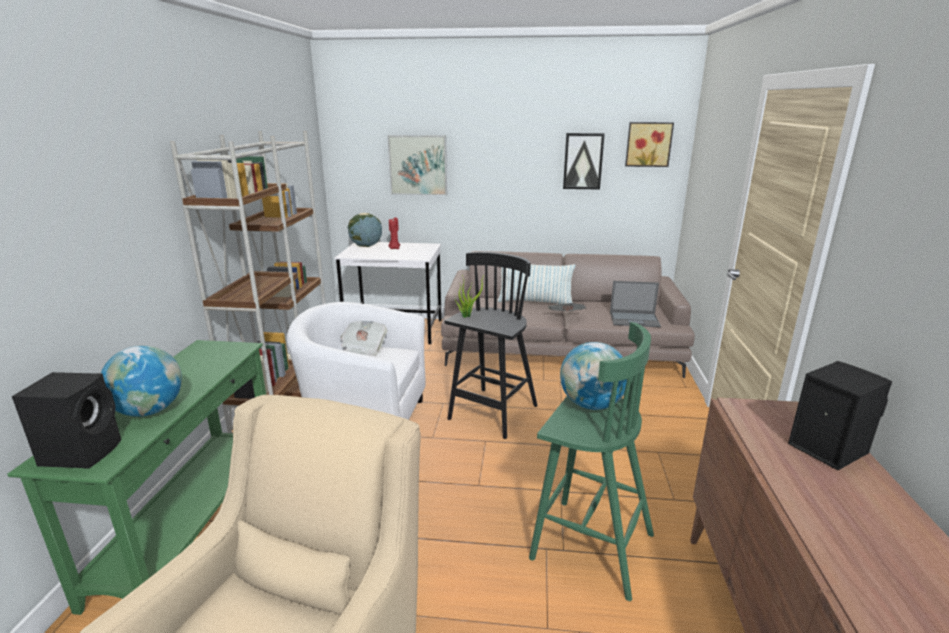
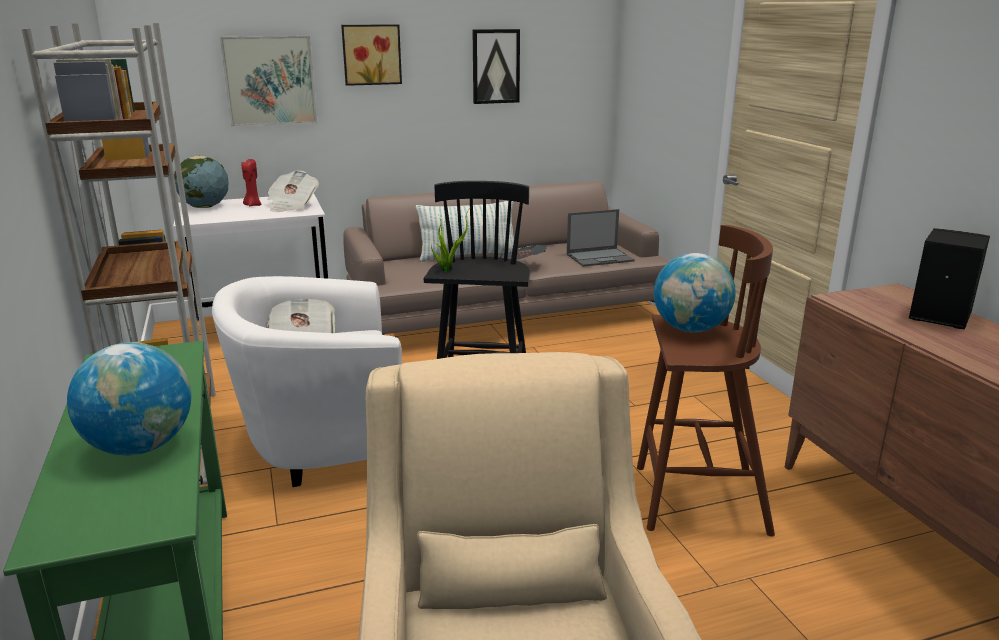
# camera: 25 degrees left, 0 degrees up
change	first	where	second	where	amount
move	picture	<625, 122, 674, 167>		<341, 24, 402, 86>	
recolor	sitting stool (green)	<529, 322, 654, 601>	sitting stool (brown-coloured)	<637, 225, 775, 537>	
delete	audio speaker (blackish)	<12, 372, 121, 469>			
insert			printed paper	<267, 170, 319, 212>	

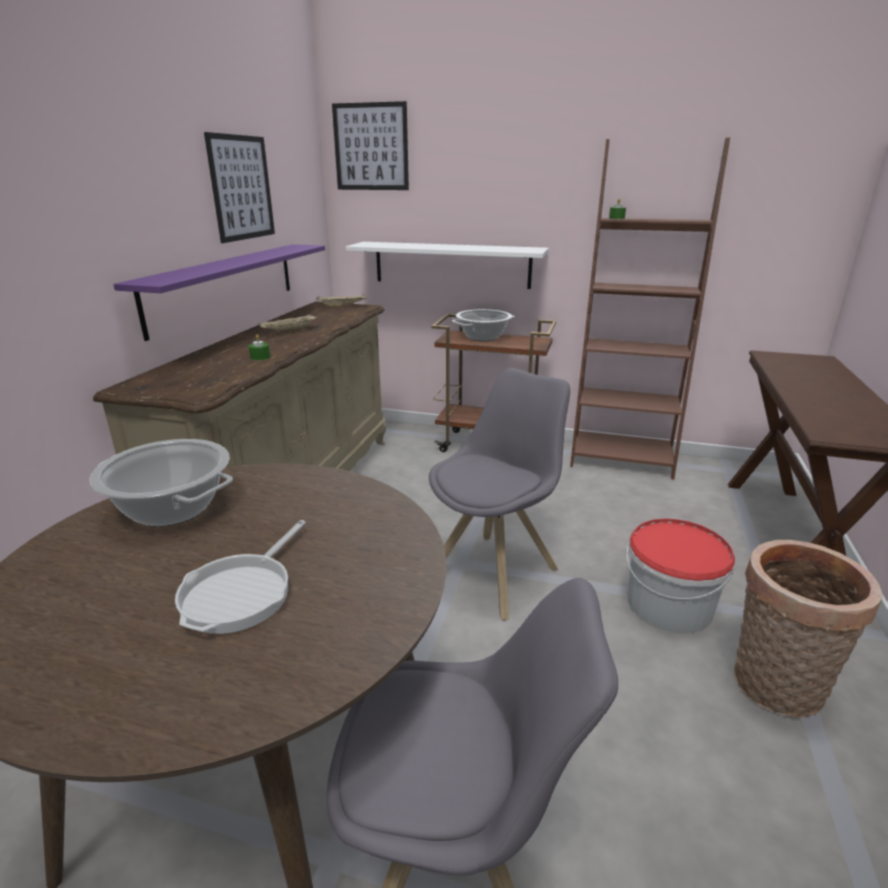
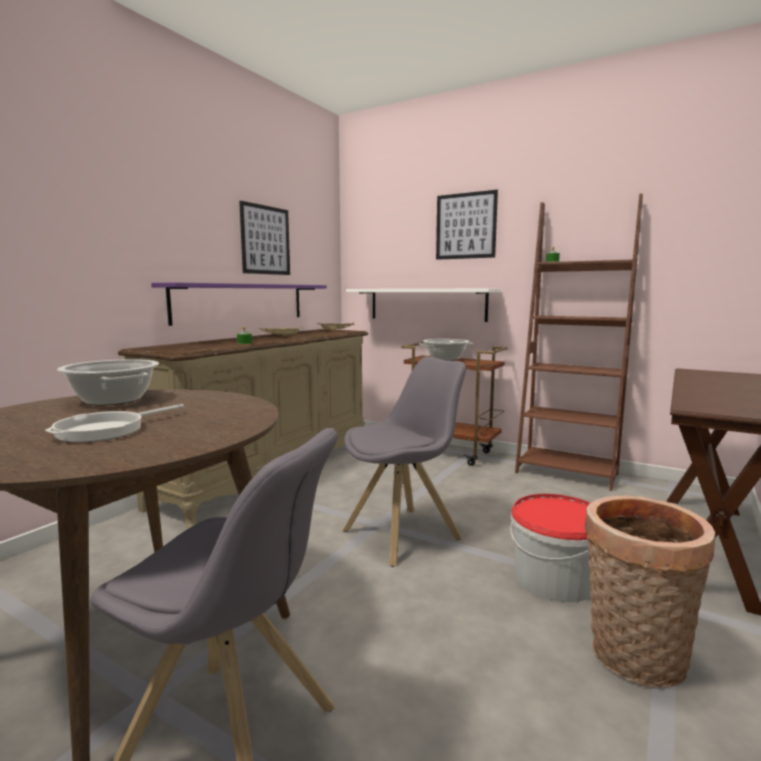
# camera: 15 degrees right, 15 degrees down
change	first	where	second	where	amount
move	picture	<332, 101, 409, 190>		<436, 190, 498, 260>	

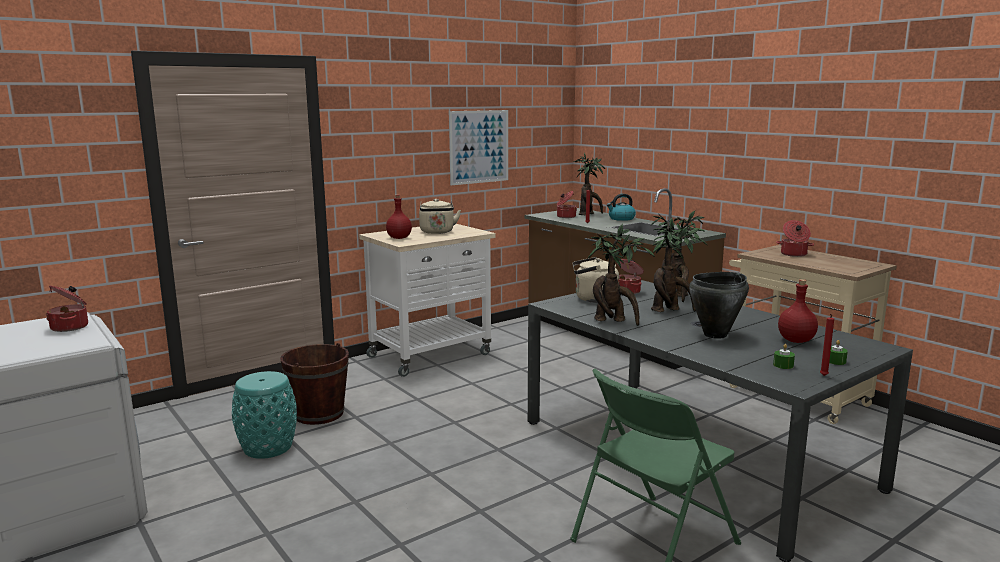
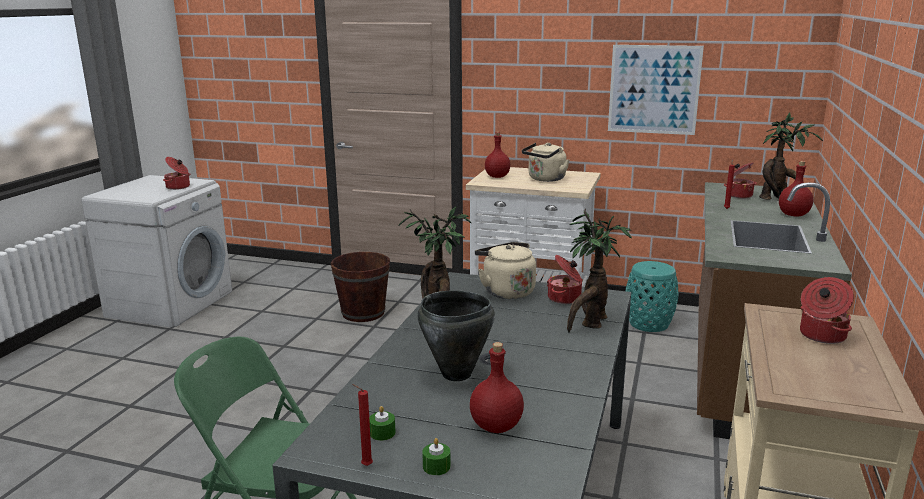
# camera: 55 degrees right, 5 degrees up
change	first	where	second	where	amount
replace	tea kettle	<607, 194, 636, 221>	bottle (reddish)	<779, 161, 813, 217>	
delete	potted plant	<651, 218, 708, 312>			
move	sitting stool (turquoise-coloured)	<232, 371, 297, 459>		<626, 261, 678, 332>	

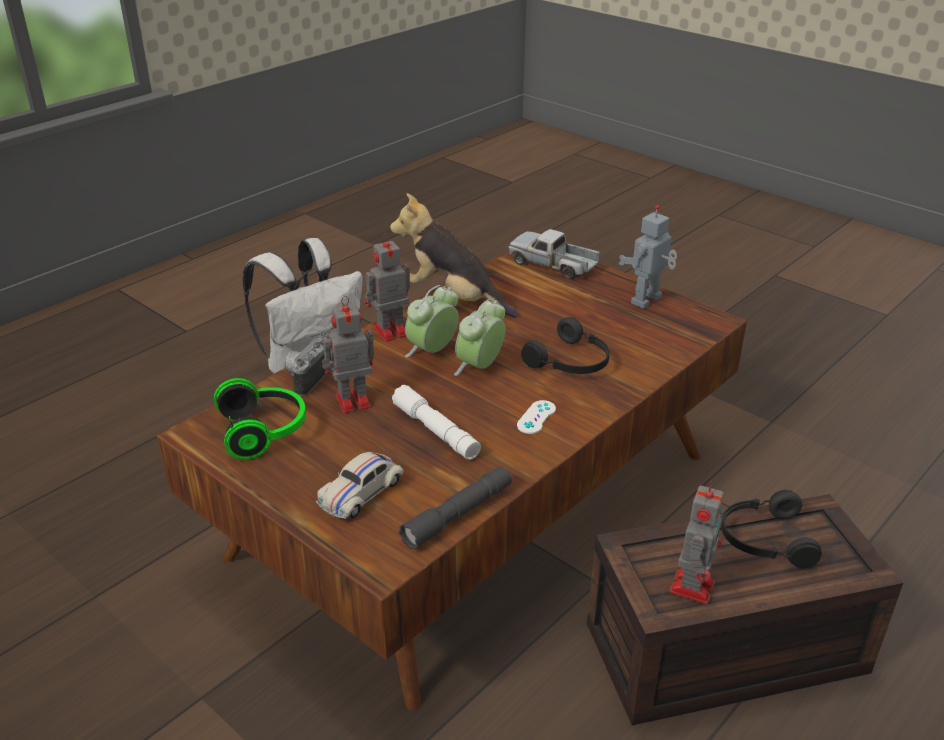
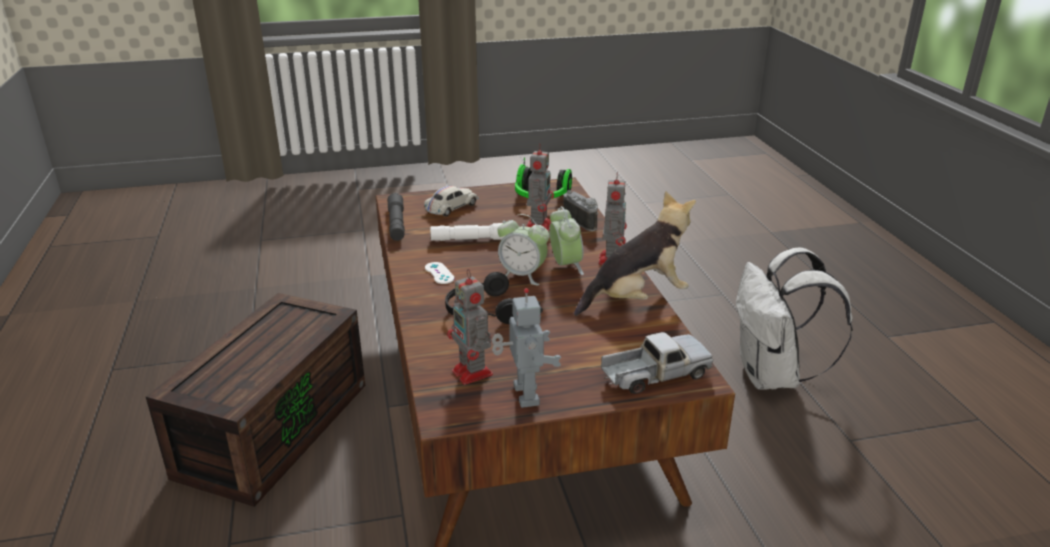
# camera: 125 degrees right, 5 degrees down
change	first	where	second	where	amount
rotate	table clock	<454, 299, 506, 376>		<497, 214, 550, 285>	135 degrees clockwise
rotate	miniature car (whitish)	<316, 452, 403, 519>		<424, 186, 479, 217>	60 degrees clockwise
move	toy robot	<670, 481, 724, 604>		<447, 269, 493, 385>	
delete	pair of headphones (blackish)	<721, 490, 821, 568>			

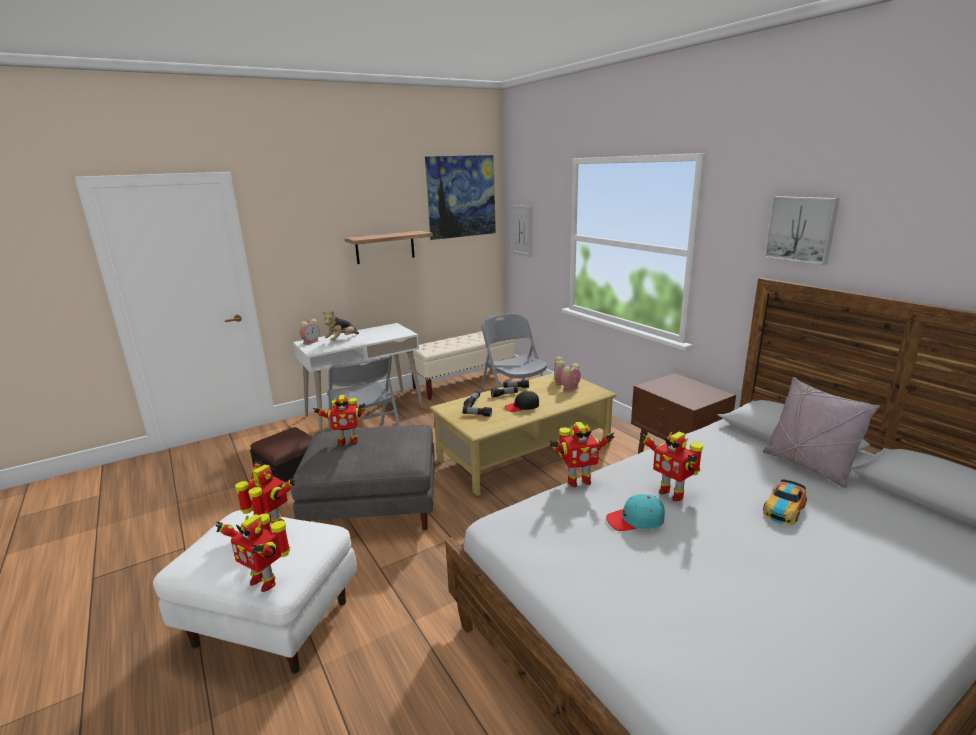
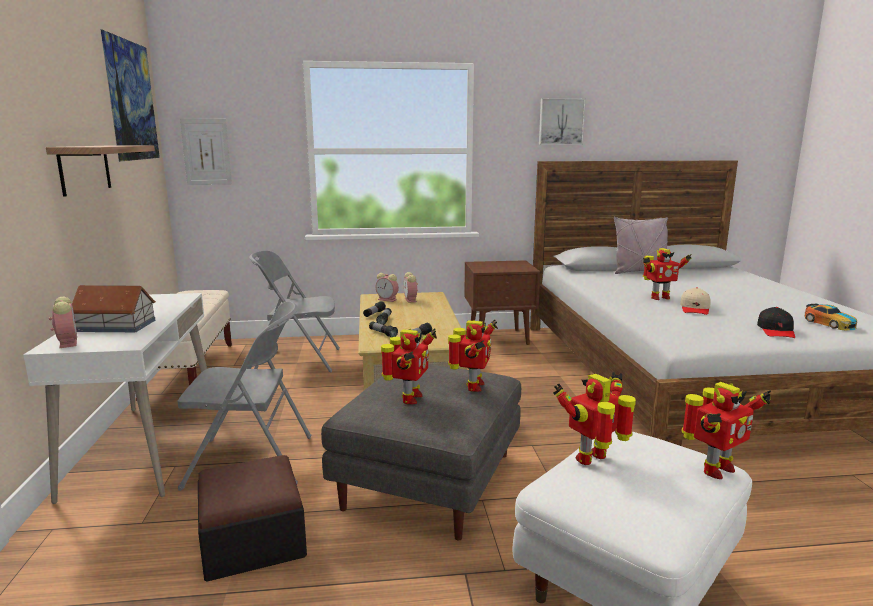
# camera: 65 degrees left, 5 degrees down
change	first	where	second	where	amount
replace	soft toy	<322, 311, 359, 341>	miniature house	<72, 285, 156, 332>	
move	peaked cap (blackish)	<505, 391, 539, 412>		<757, 307, 795, 338>	
move	toy robot	<549, 422, 615, 487>		<448, 319, 498, 392>	
move	miniature car	<763, 480, 807, 525>		<804, 304, 857, 330>	
recolor	peaked cap (turquoise-coloured)	<606, 494, 665, 531>	peaked cap (sand-coloured)	<680, 287, 711, 315>	

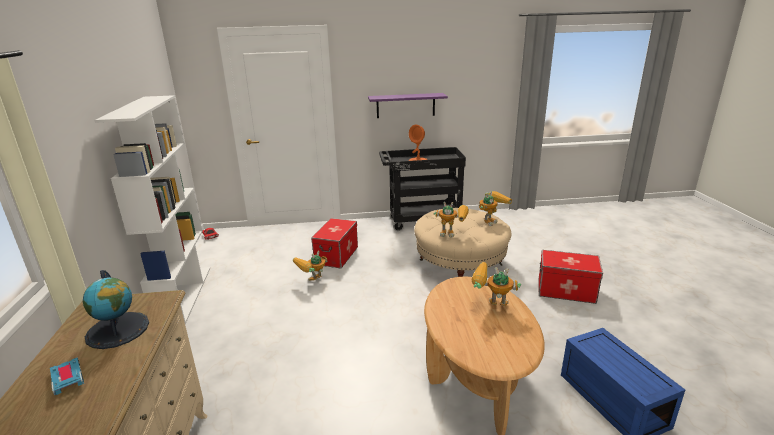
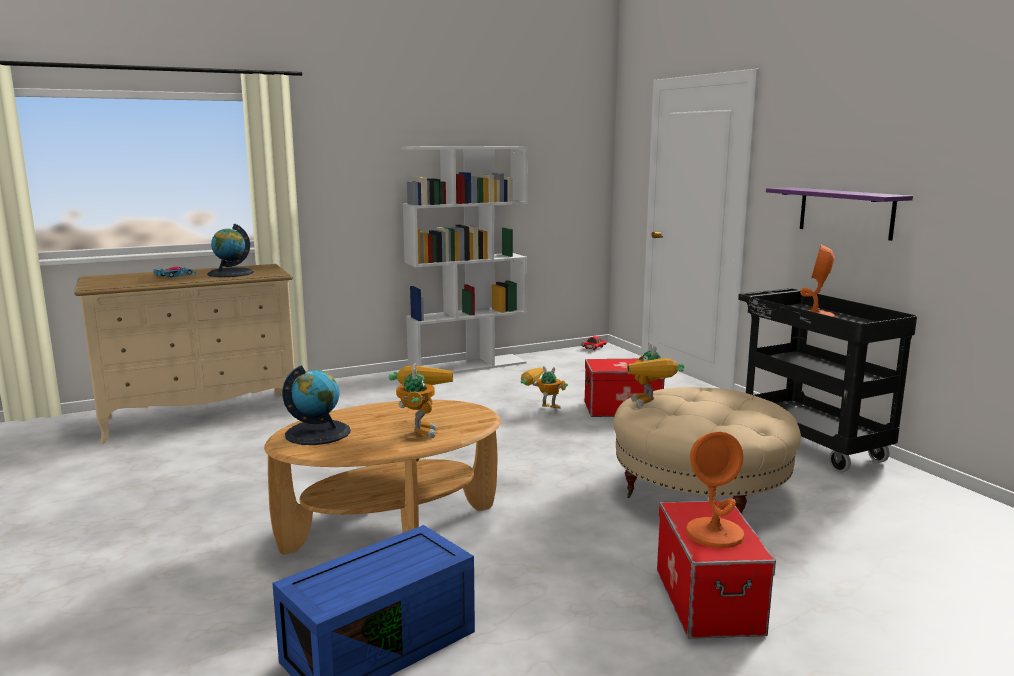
# camera: 70 degrees right, 10 degrees down
change	first	where	second	where	amount
delete	toy robot	<479, 191, 512, 226>			
insert			world globe	<282, 365, 351, 445>	
insert			tabletop lamp (orange-coloured)	<686, 432, 745, 548>	

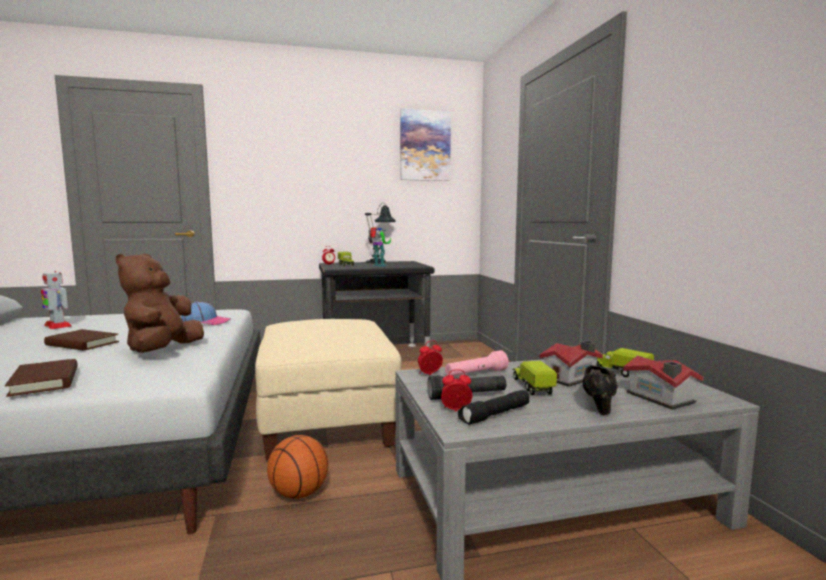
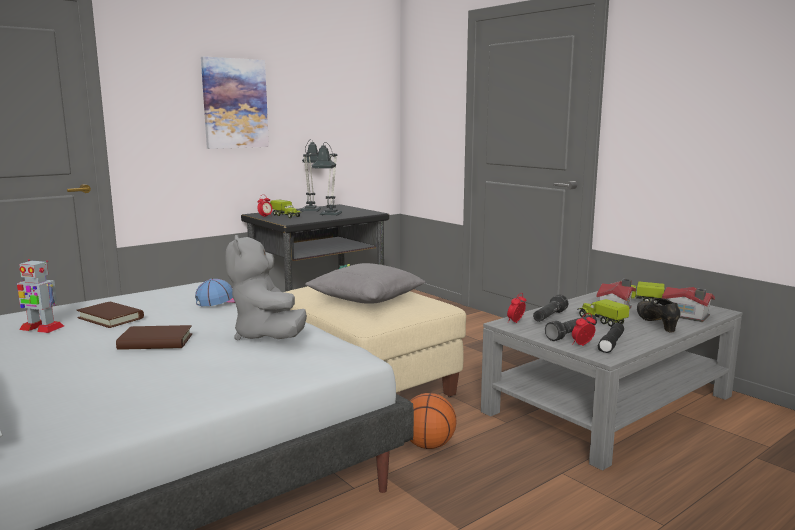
# camera: 25 degrees left, 5 degrees up
change	first	where	second	where	amount
move	picture	<400, 109, 451, 181>		<201, 57, 269, 149>	
replace	toy robot	<368, 227, 391, 267>	tabletop lamp	<311, 142, 342, 216>	
recolor	soft toy (brown-coloured)	<116, 254, 204, 353>	soft toy (grey)	<225, 235, 307, 340>	
recolor	torch (pink)	<445, 350, 509, 376>	torch (blackish)	<533, 295, 568, 322>	
move	volume (brown-coloured)	<5, 359, 78, 397>		<77, 302, 144, 328>	
insert			cushion (grey)	<305, 263, 425, 304>	

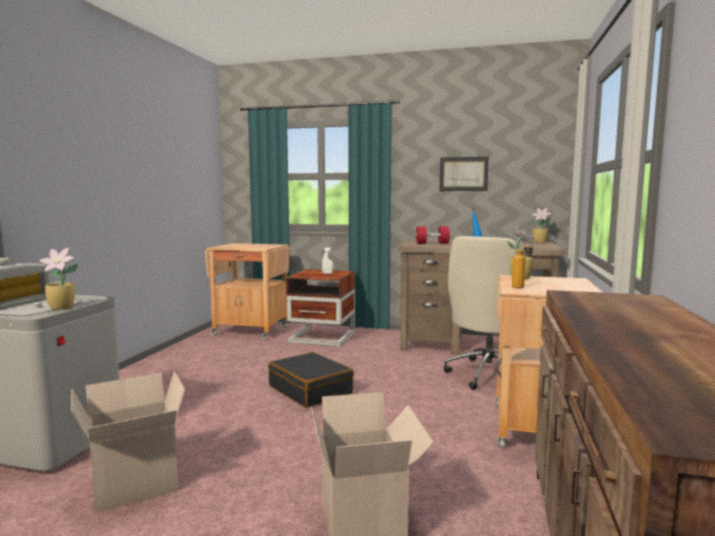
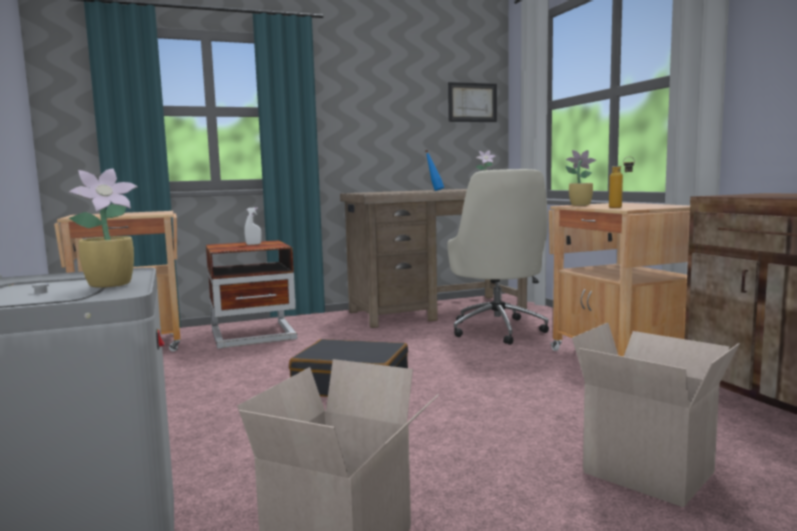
# camera: 35 degrees left, 0 degrees up
change	first	where	second	where	amount
move	picture	<440, 157, 489, 191>		<448, 82, 497, 122>	
delete	free weight (reddish)	<416, 226, 450, 244>			

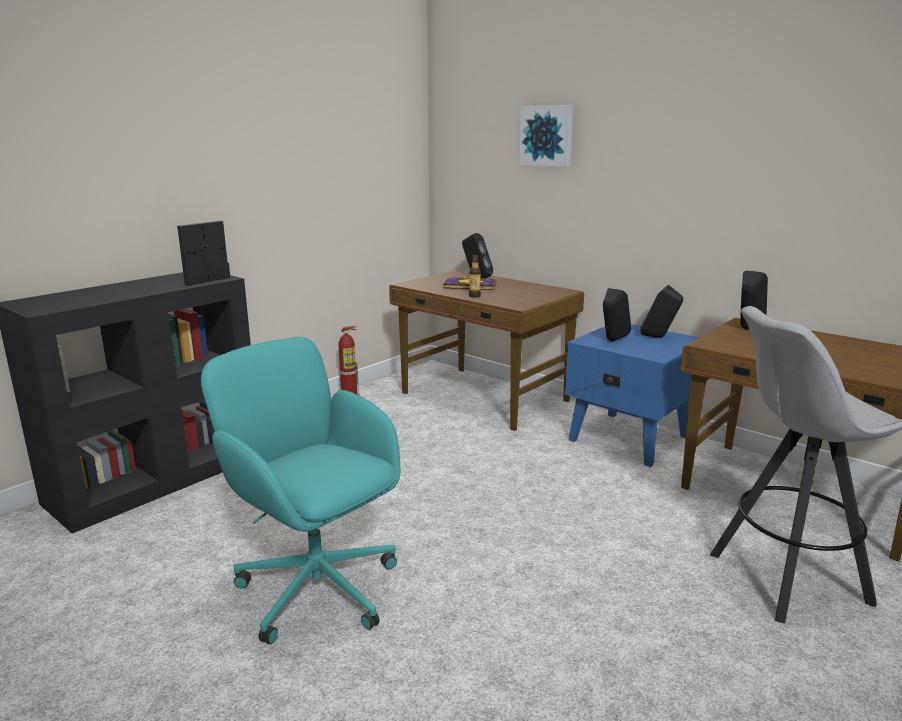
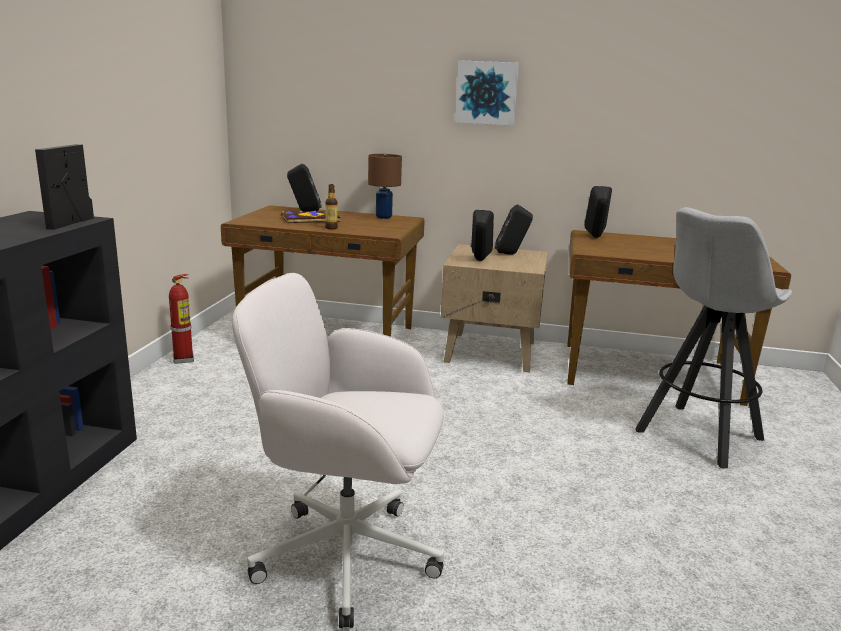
# camera: 30 degrees left, 0 degrees up
change	first	where	second	where	amount
move	picture	<519, 105, 574, 167>		<455, 60, 519, 126>	
recolor	bedside table (blue-coloured)	<565, 324, 699, 467>	bedside table (sand-coloured)	<441, 244, 548, 372>	
recolor	desk chair (turquoise-coloured)	<201, 337, 400, 644>	desk chair (whitish)	<232, 273, 445, 628>	
insert			tabletop lamp (brown-coloured)	<368, 154, 402, 219>	

